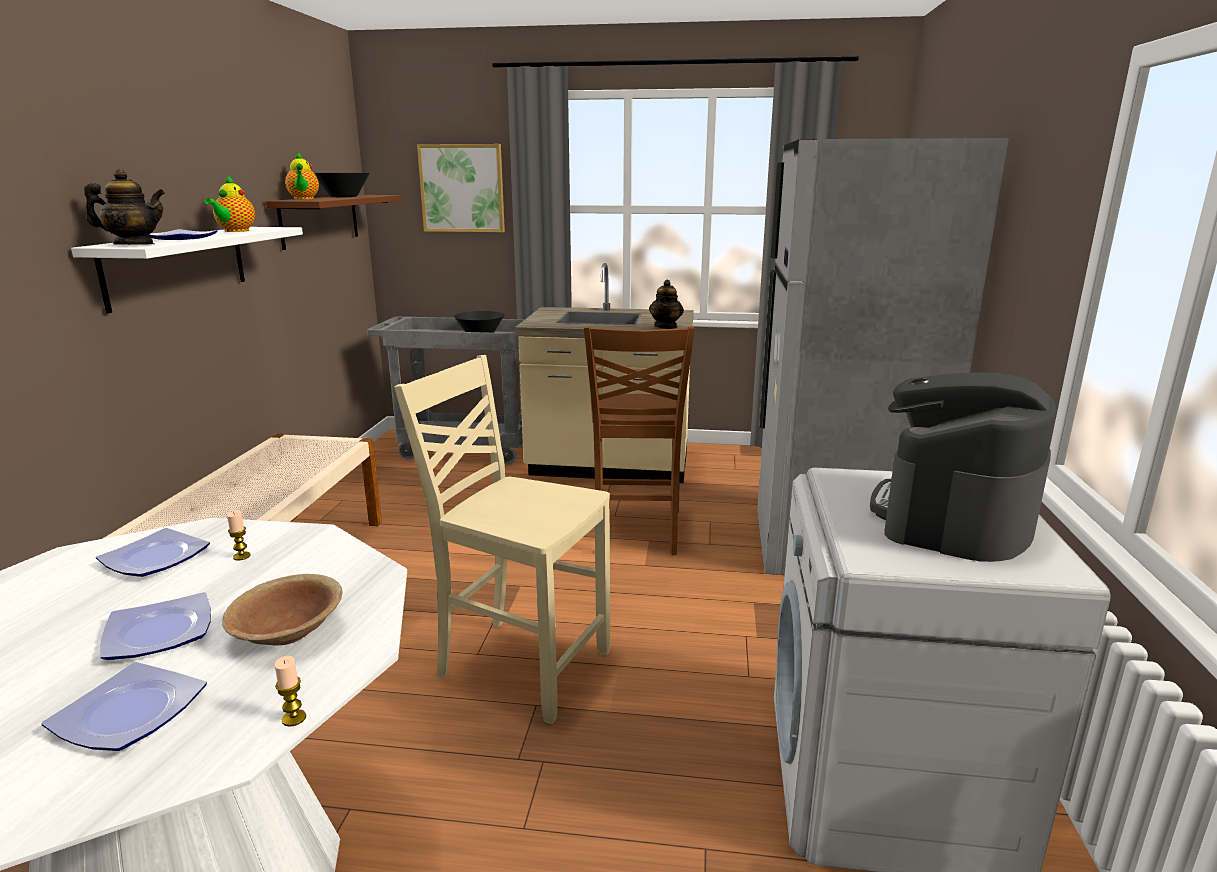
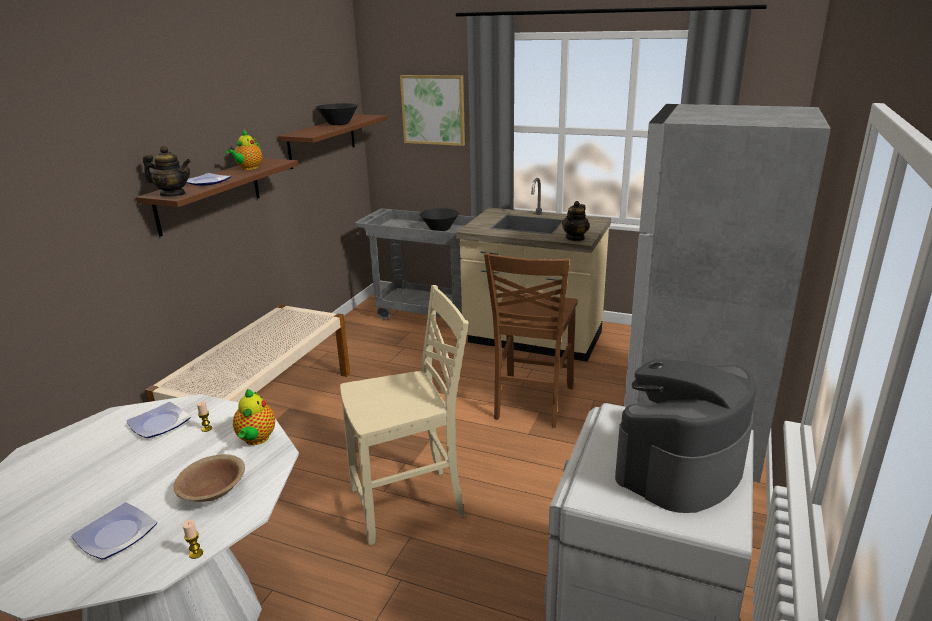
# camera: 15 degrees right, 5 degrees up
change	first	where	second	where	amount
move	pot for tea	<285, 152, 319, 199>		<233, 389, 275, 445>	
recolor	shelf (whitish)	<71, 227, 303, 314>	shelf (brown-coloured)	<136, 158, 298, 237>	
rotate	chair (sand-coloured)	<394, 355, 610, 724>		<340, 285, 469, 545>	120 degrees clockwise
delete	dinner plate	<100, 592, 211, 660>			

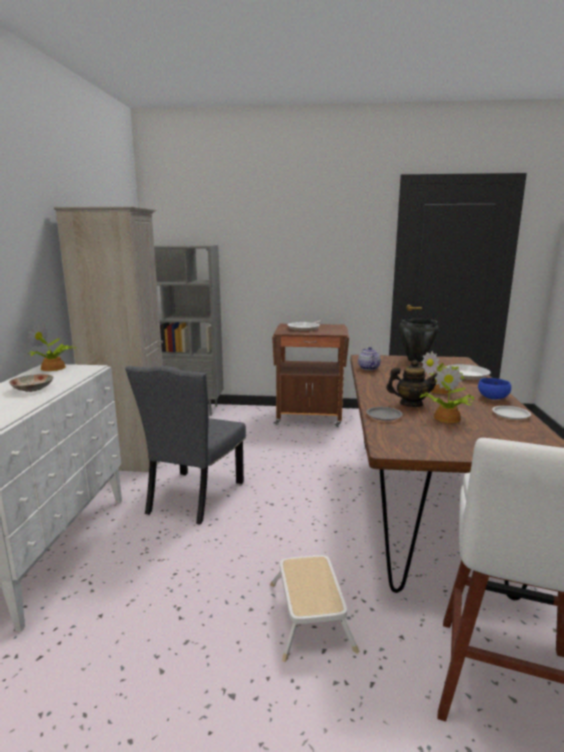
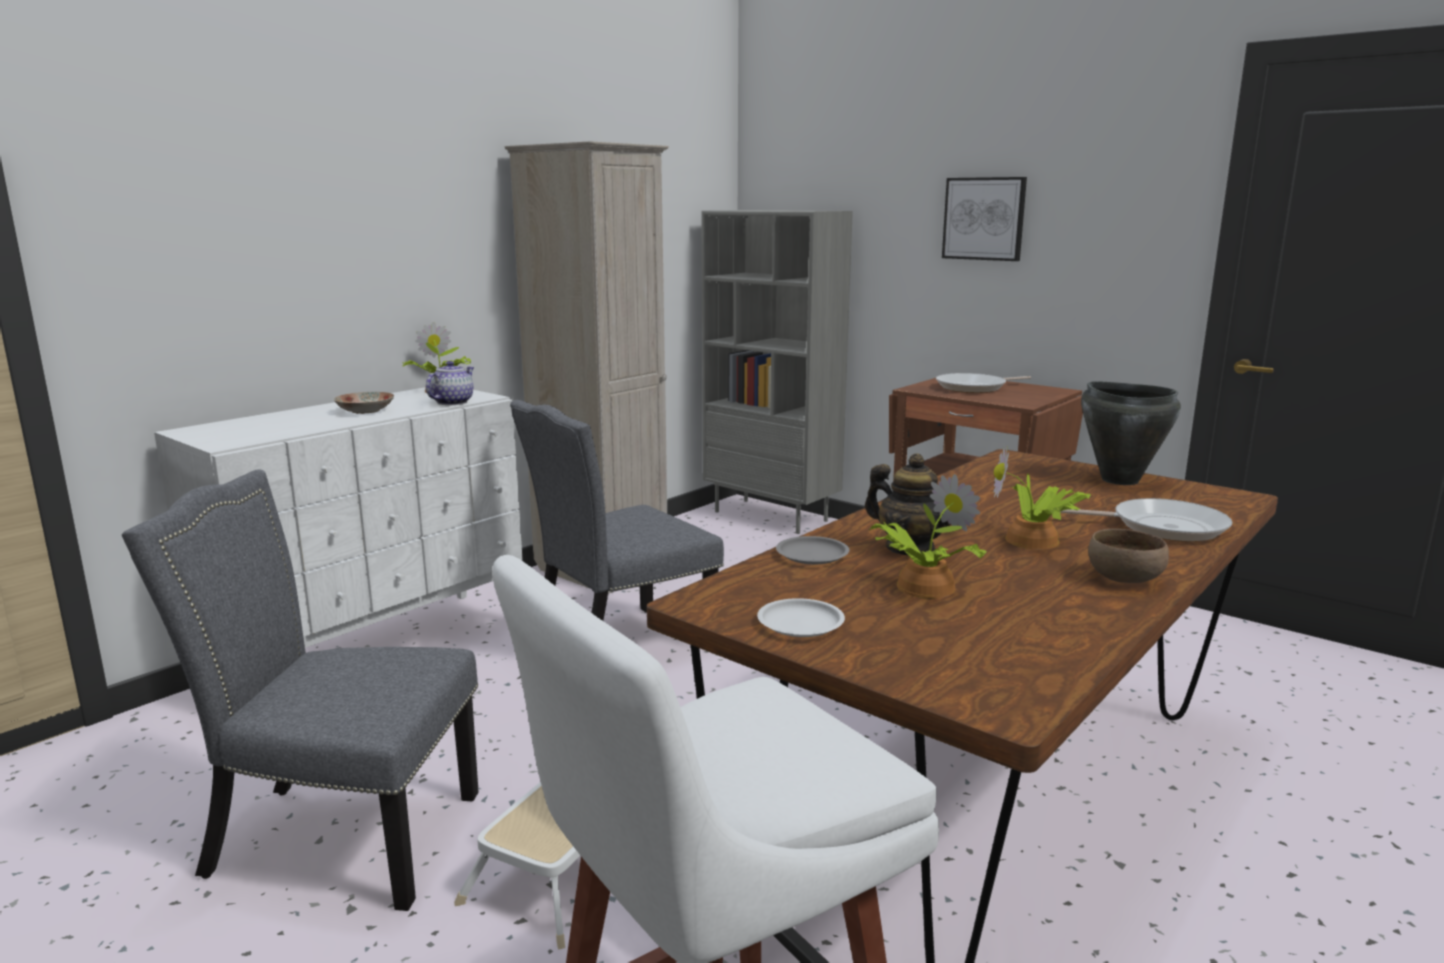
# camera: 35 degrees right, 0 degrees up
change	first	where	second	where	amount
move	pot for tea	<358, 347, 381, 370>		<426, 361, 474, 405>	
recolor	deep dish (blue-coloured)	<478, 378, 511, 400>	deep dish (brown-coloured)	<1088, 529, 1169, 583>	
move	dinner plate (whitish)	<492, 406, 531, 419>		<757, 598, 845, 637>	
insert			picture	<942, 177, 1027, 261>	
insert			chair (grey)	<122, 469, 479, 911>	

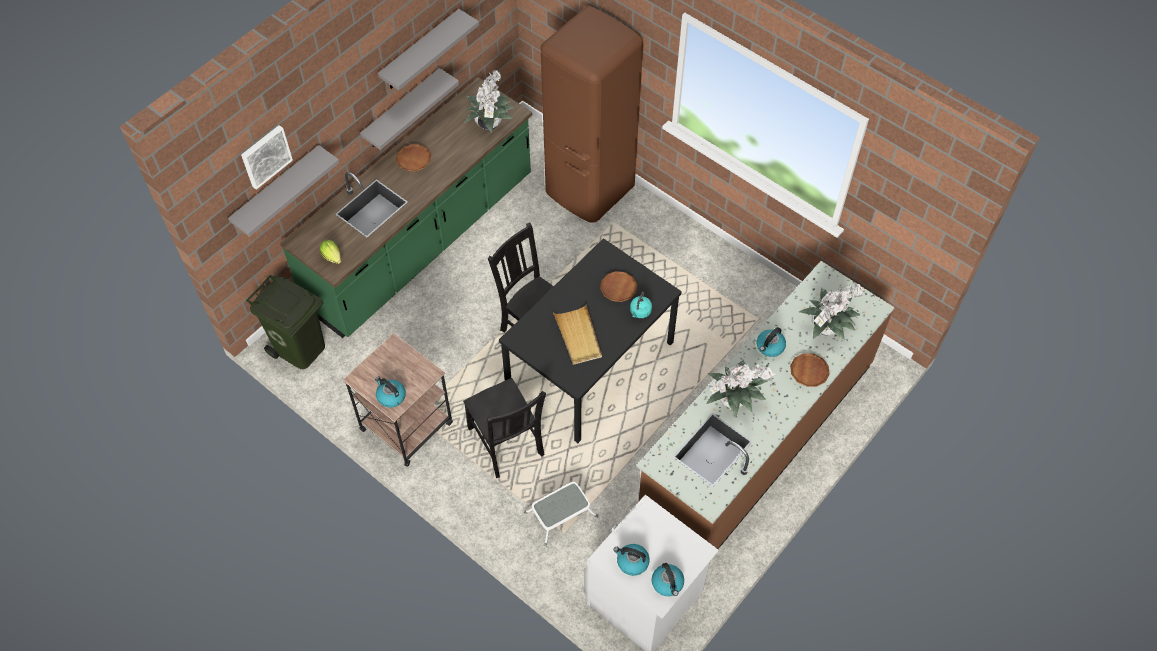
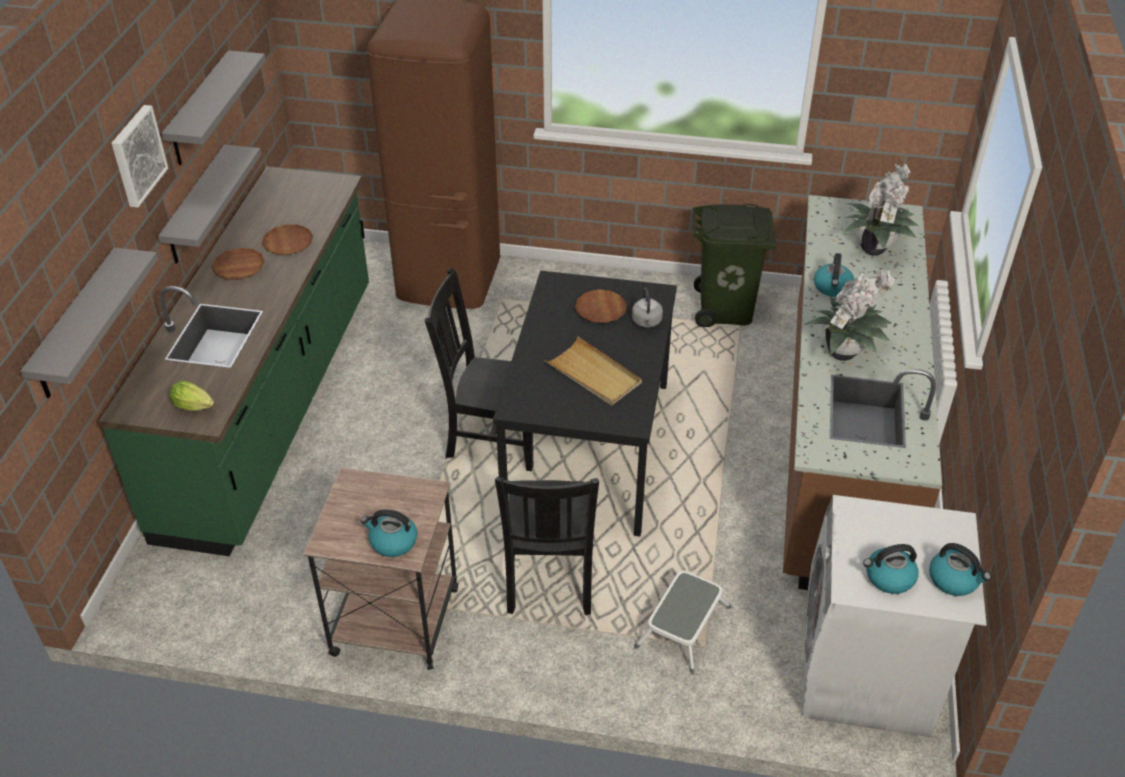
# camera: 30 degrees left, 15 degrees down
change	first	where	second	where	amount
delete	potted plant	<465, 70, 514, 133>			
move	picture	<241, 125, 293, 190>		<112, 105, 168, 208>	
move	trash can (green)	<246, 275, 325, 369>		<693, 204, 776, 327>	
recolor	tea kettle (turquoise-coloured)	<630, 292, 652, 318>	tea kettle (grey)	<632, 288, 663, 328>	
move	dinner plate (brown-coloured)	<790, 353, 830, 387>		<262, 225, 313, 255>	
rotate	chair (blackish)	<463, 378, 546, 478>		<495, 477, 599, 615>	60 degrees clockwise

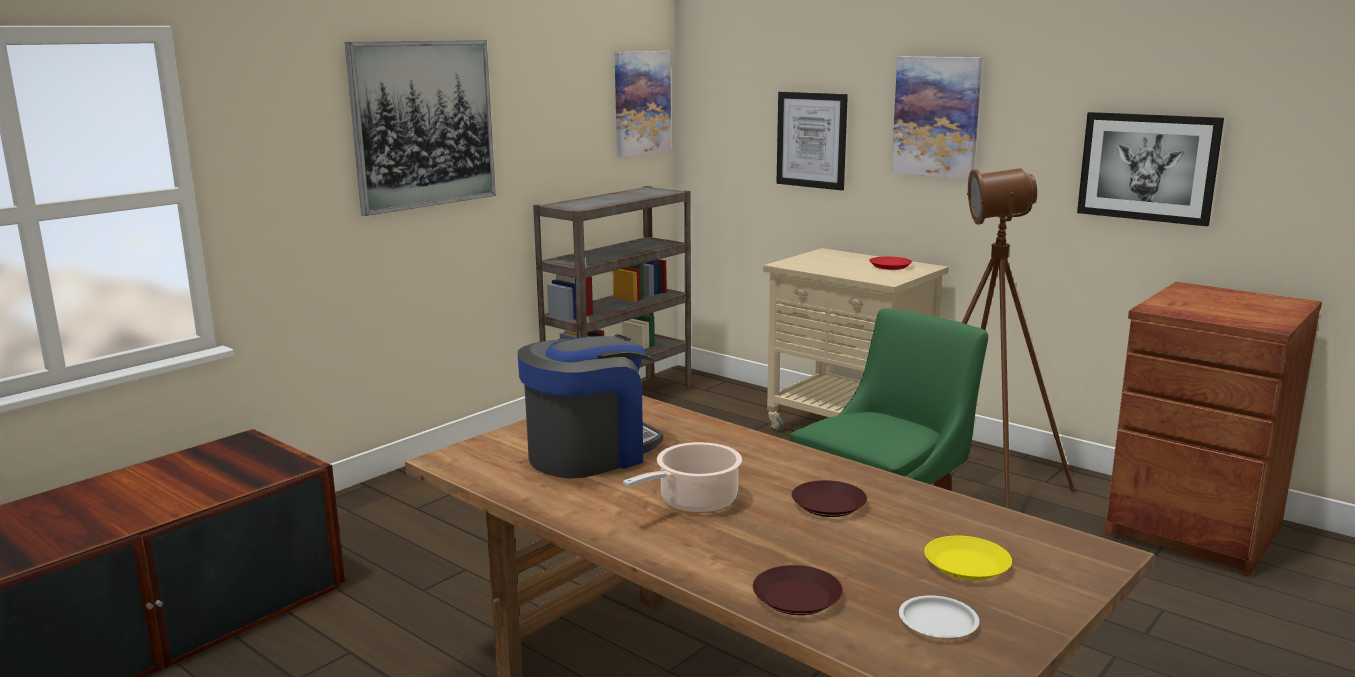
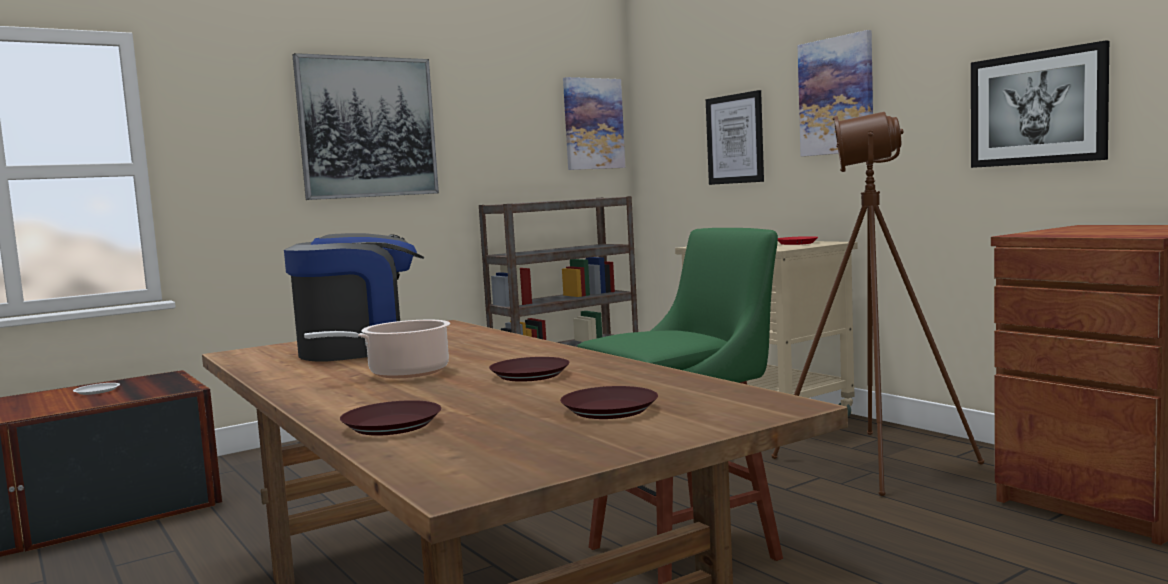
# camera: 15 degrees right, 10 degrees down
change	first	where	second	where	amount
recolor	dinner plate (yellow-coloured)	<924, 536, 1012, 581>	dinner plate (brown-coloured)	<560, 386, 658, 419>	
move	dinner plate (whitish)	<899, 595, 979, 639>		<73, 383, 120, 395>	

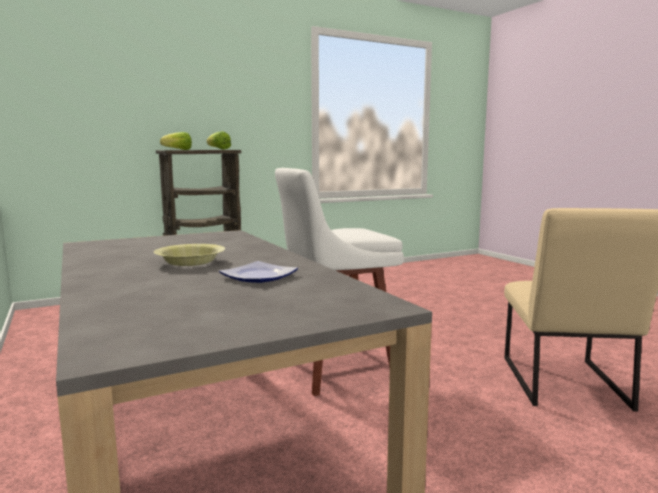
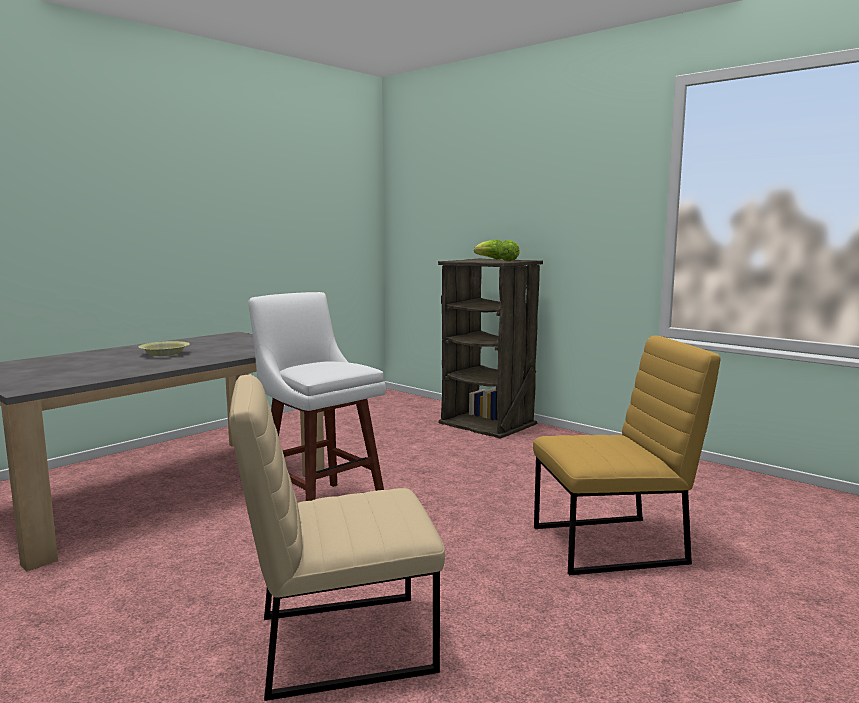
# camera: 70 degrees right, 0 degrees up
change	first	where	second	where	amount
delete	dinner plate	<219, 261, 298, 283>			
insert			chair (yellow-coloured)	<533, 335, 720, 575>	

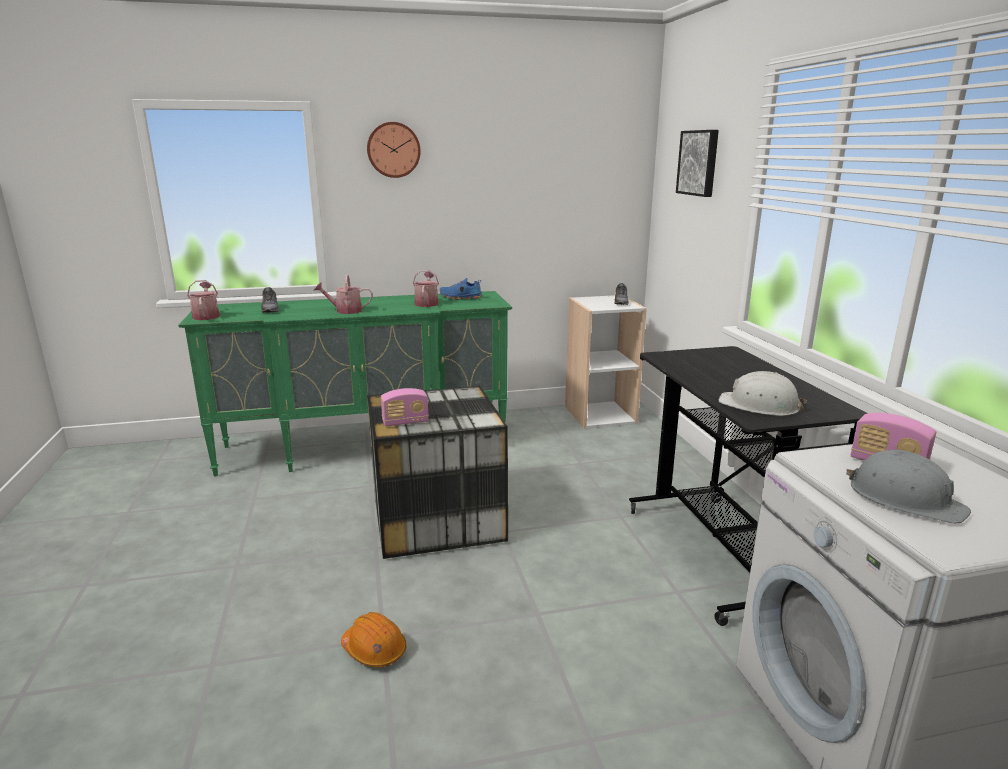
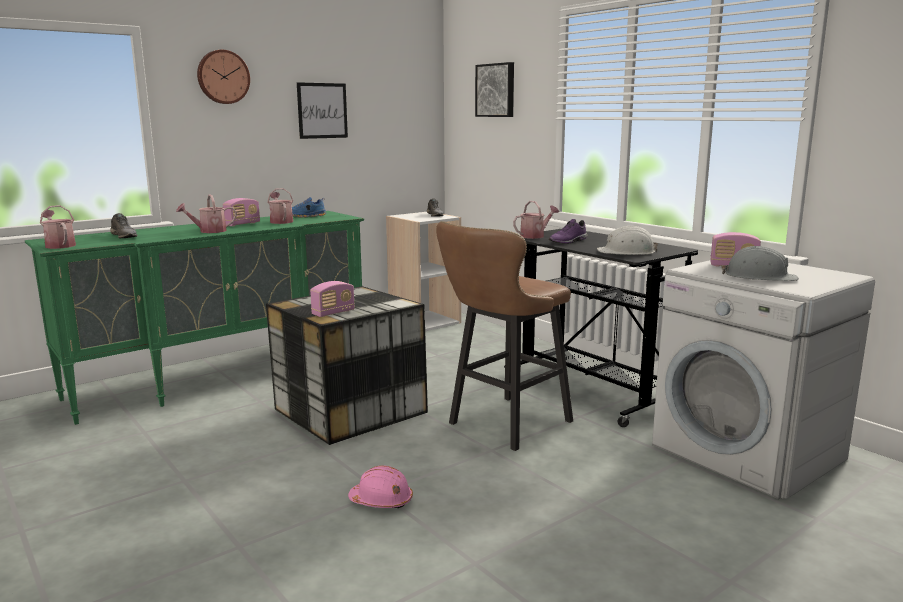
# camera: 25 degrees left, 5 degrees down
change	first	where	second	where	amount
recolor	hard hat (orange-coloured)	<341, 612, 407, 667>	hard hat (pink)	<348, 465, 413, 508>	
insert			picture	<297, 82, 348, 139>	
insert			radio set	<223, 198, 260, 226>	
insert			watering can	<513, 201, 559, 239>	
insert			item of footwear (purplish)	<549, 219, 587, 244>	
insert			sitting stool (brown-coloured)	<436, 221, 573, 451>	

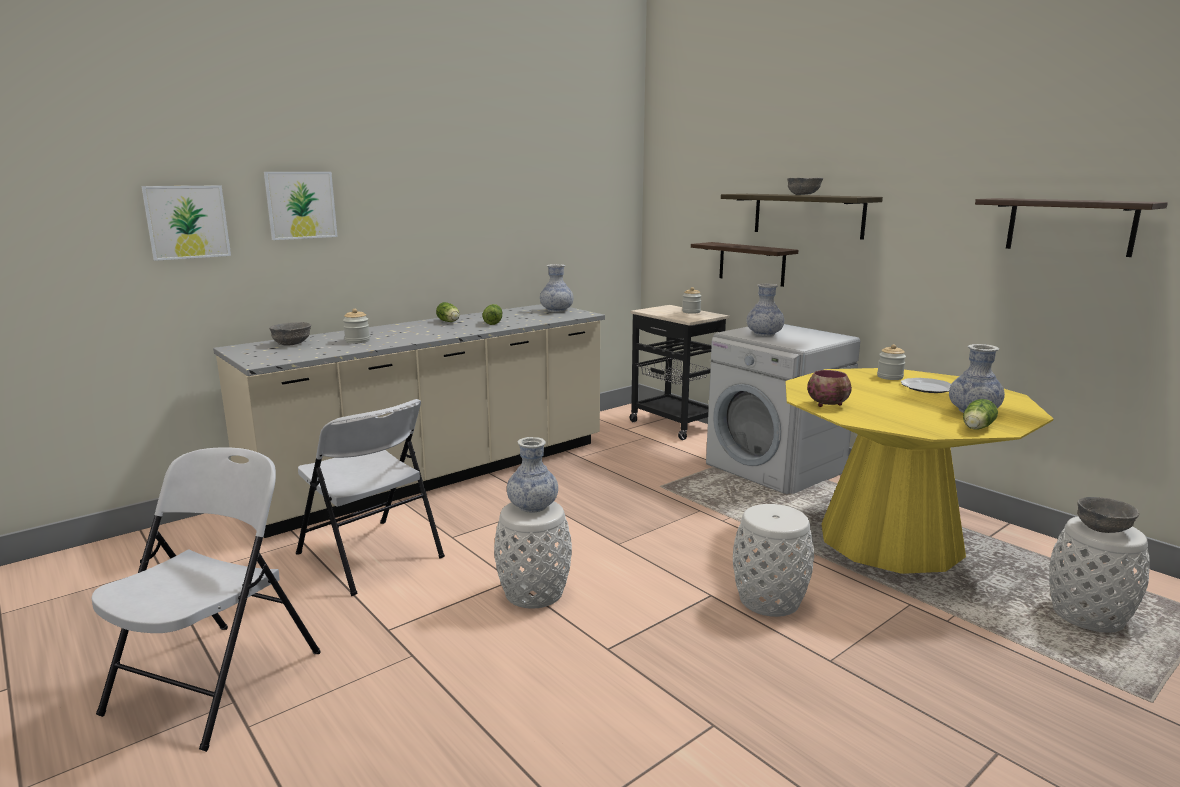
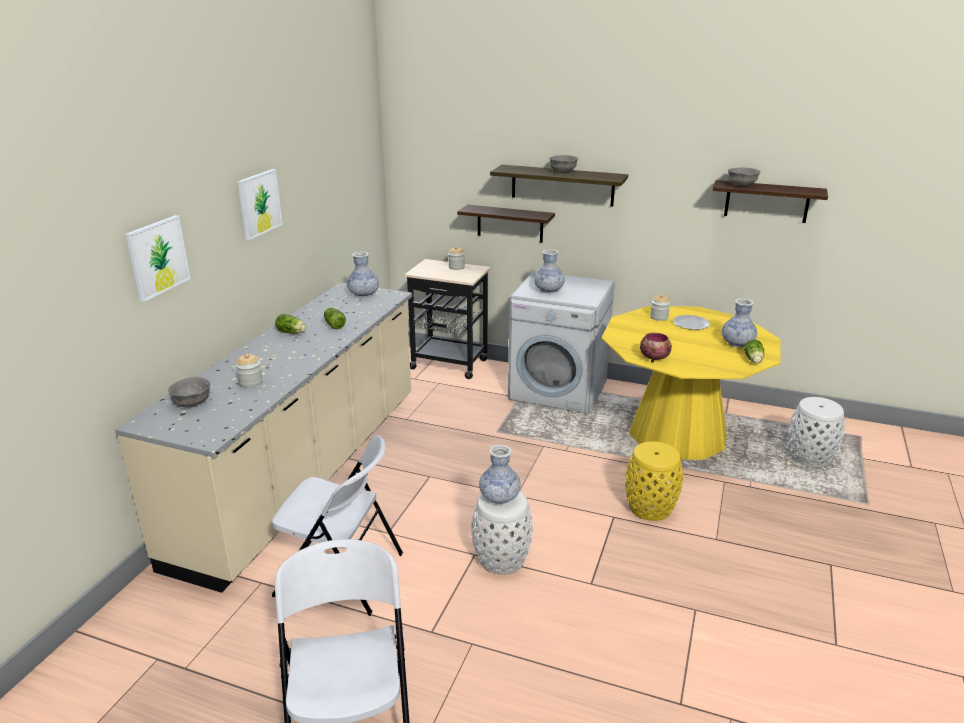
# camera: 30 degrees left, 10 degrees up
change	first	where	second	where	amount
move	picture	<141, 185, 231, 261>		<238, 169, 283, 240>	
move	deep dish (grey)	<1077, 497, 1139, 533>		<728, 168, 760, 187>	
recolor	sitting stool (whitish)	<733, 504, 814, 617>	sitting stool (yellow-coloured)	<625, 441, 683, 521>	

